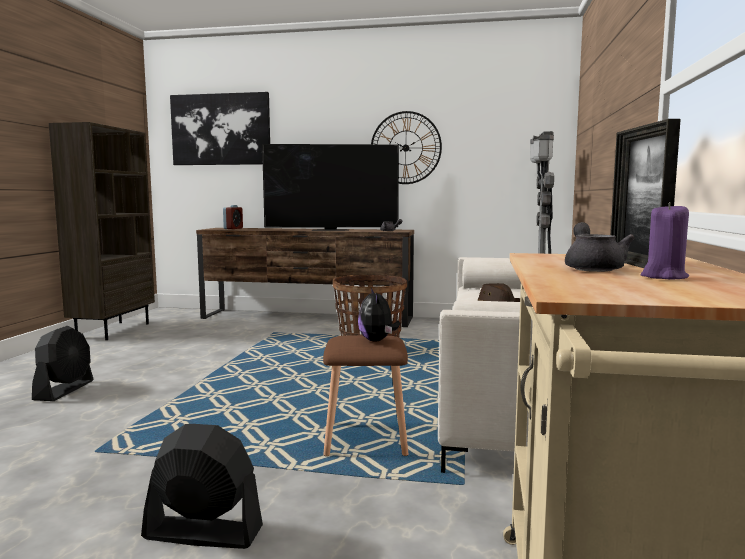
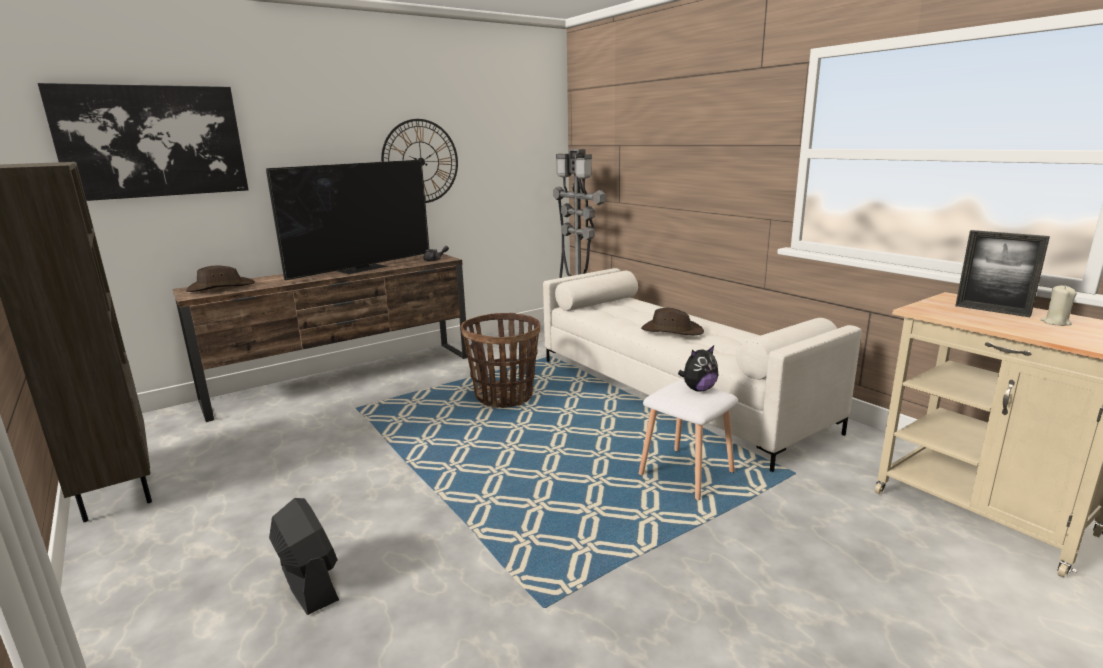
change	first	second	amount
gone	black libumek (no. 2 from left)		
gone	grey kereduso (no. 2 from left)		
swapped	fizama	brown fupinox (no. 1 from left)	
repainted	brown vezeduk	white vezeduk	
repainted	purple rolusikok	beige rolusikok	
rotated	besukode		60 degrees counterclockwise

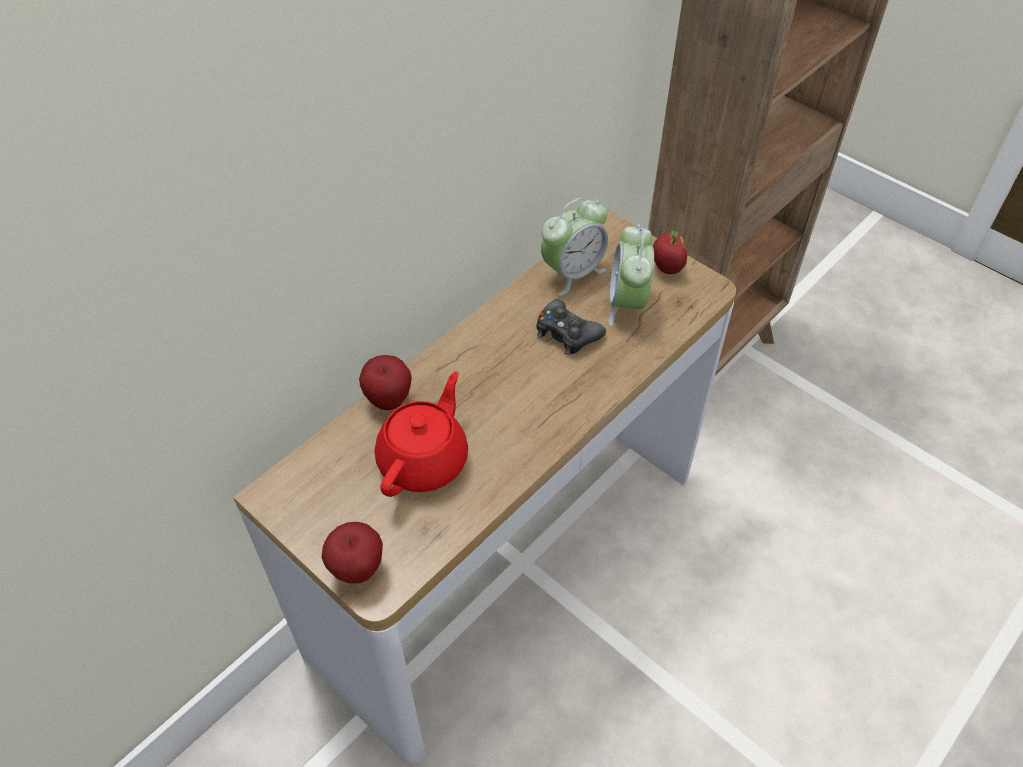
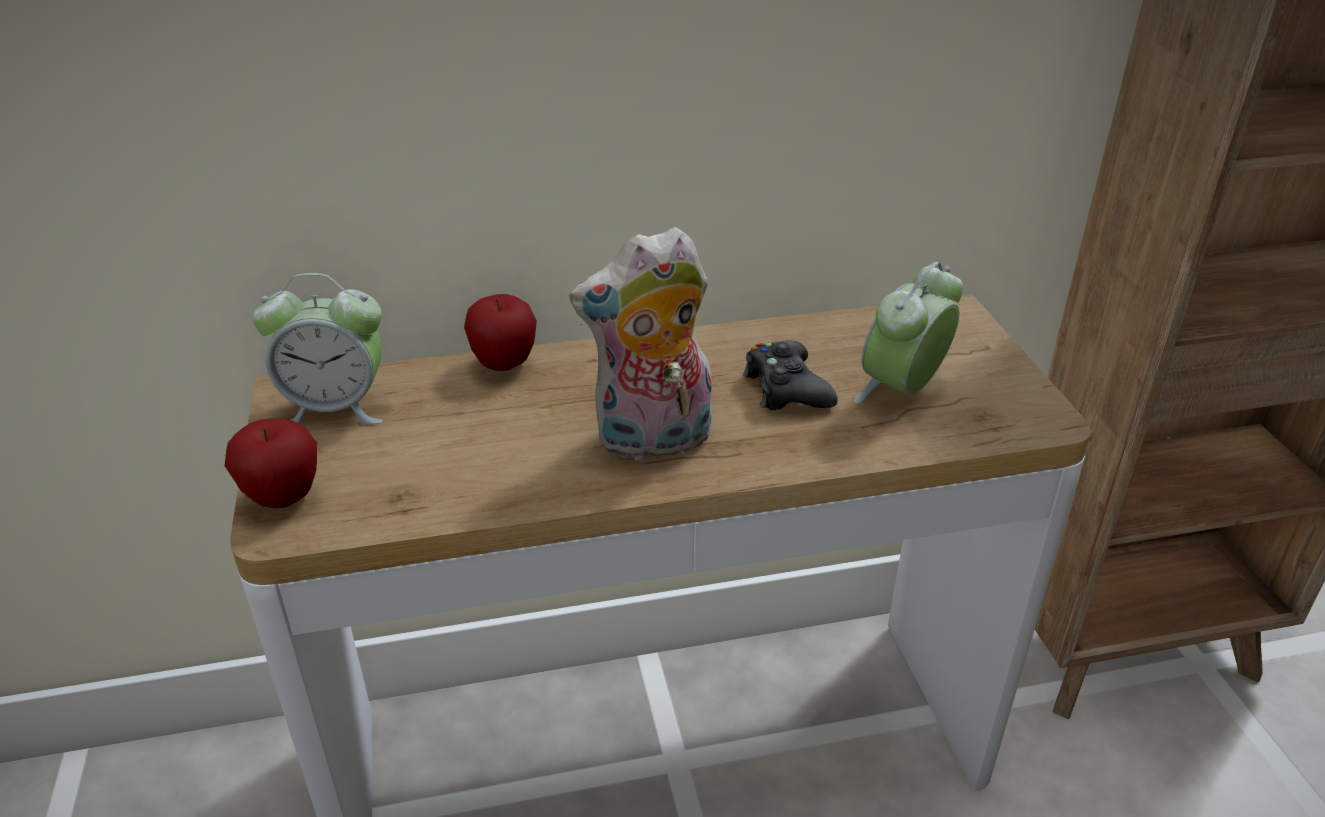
change	first	second	amount
gone	red kereduso		
gone	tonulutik (no. 3 from left)		
new		besukode	
shifted	fizama (no. 1 from left)		

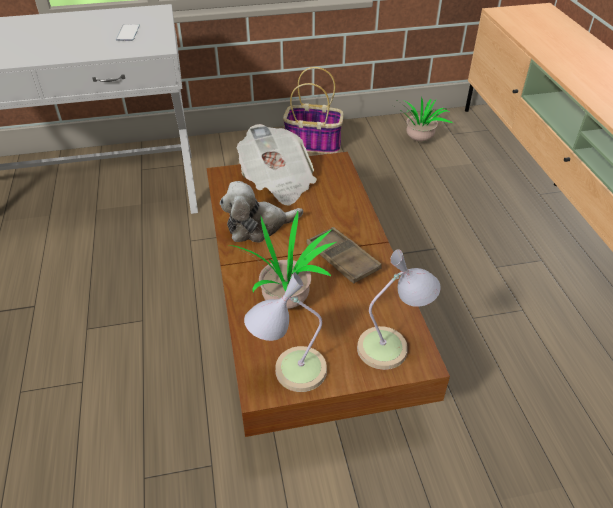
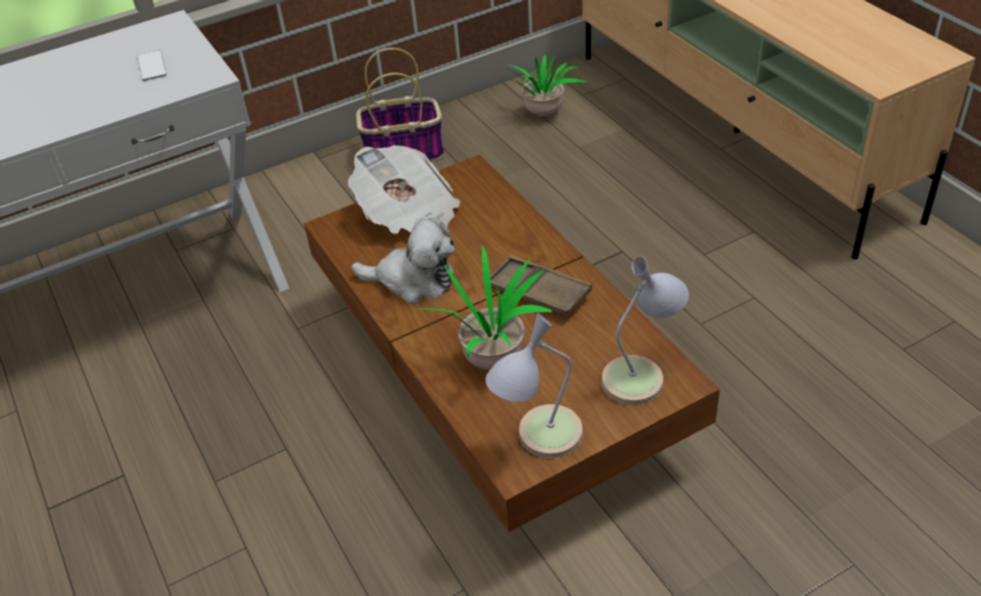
change	first	second	amount
rotated	besukode		135 degrees counterclockwise

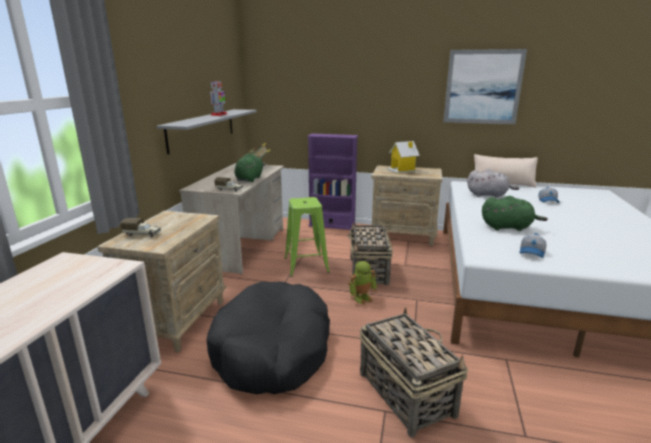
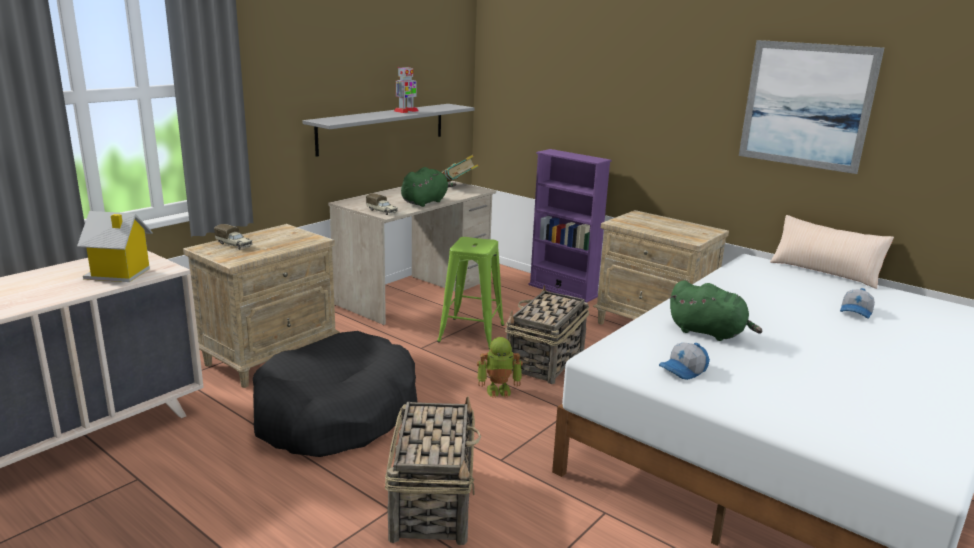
change	first	second	amount
gone	grey besukode		
shifted	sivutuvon		

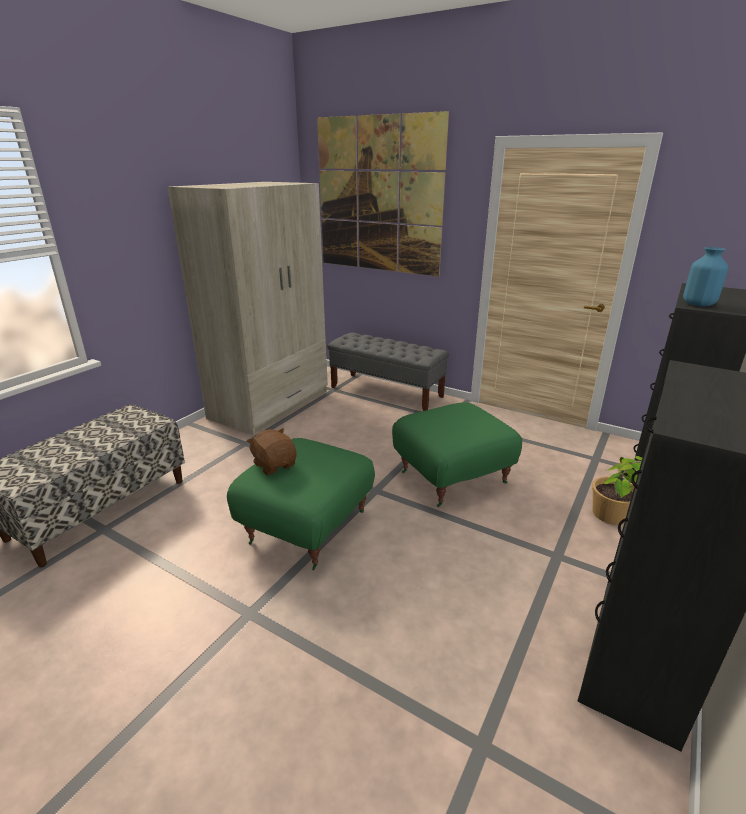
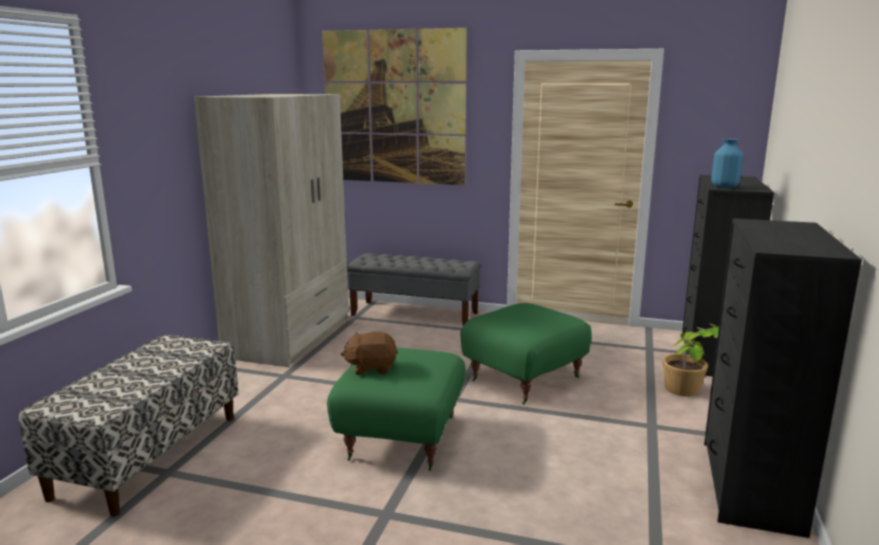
change	first	second	amount
rotated	brown besukode		45 degrees counterclockwise

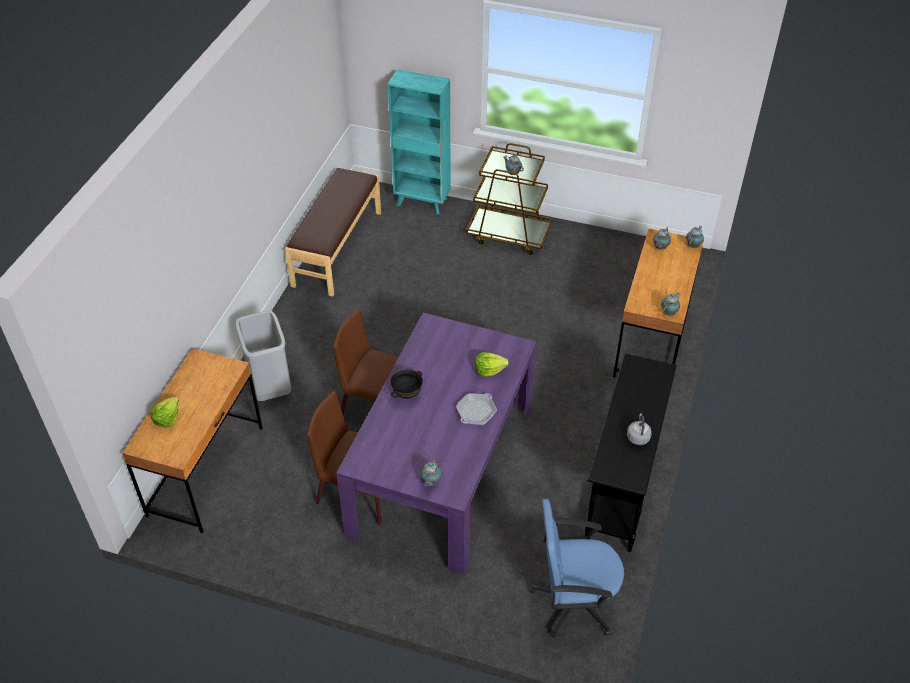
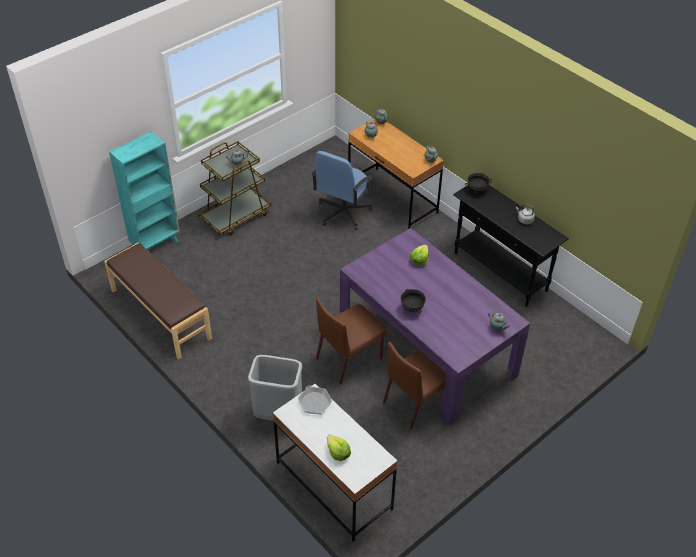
change	first	second	amount
new		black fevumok (no. 2 from left)	
shifted	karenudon		
shifted	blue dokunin		
repainted	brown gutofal (no. 1 from left)	white gutofal	

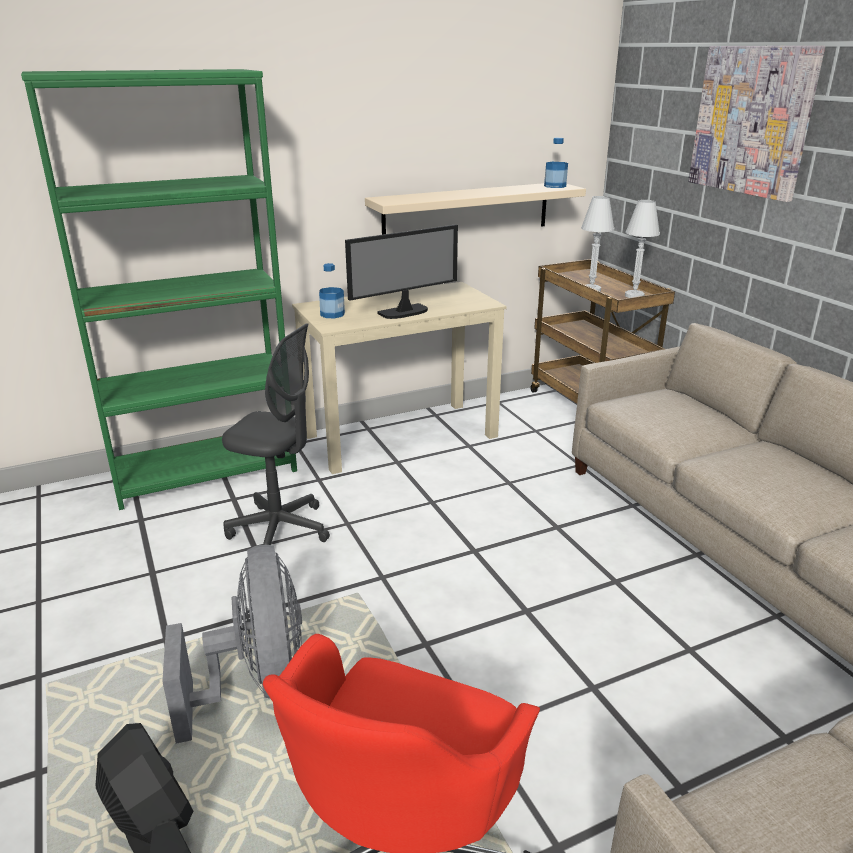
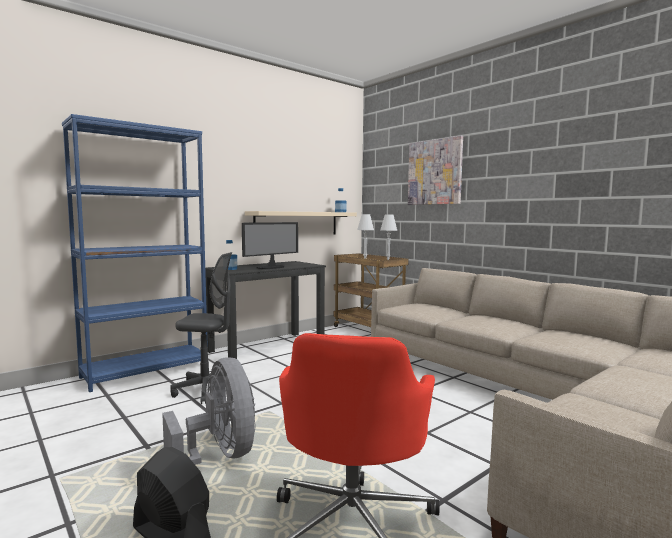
change	first	second	amount
repainted	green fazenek	blue fazenek	
repainted	beige gutofal	black gutofal	

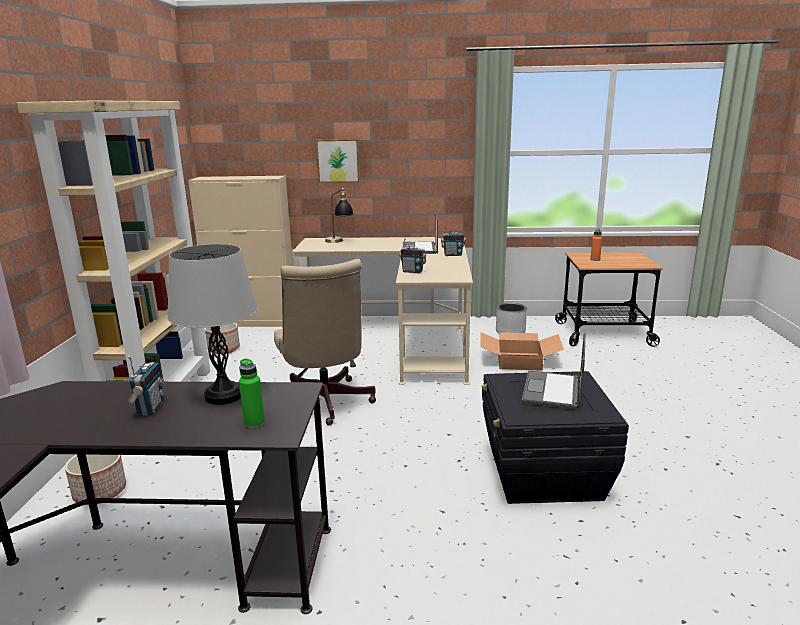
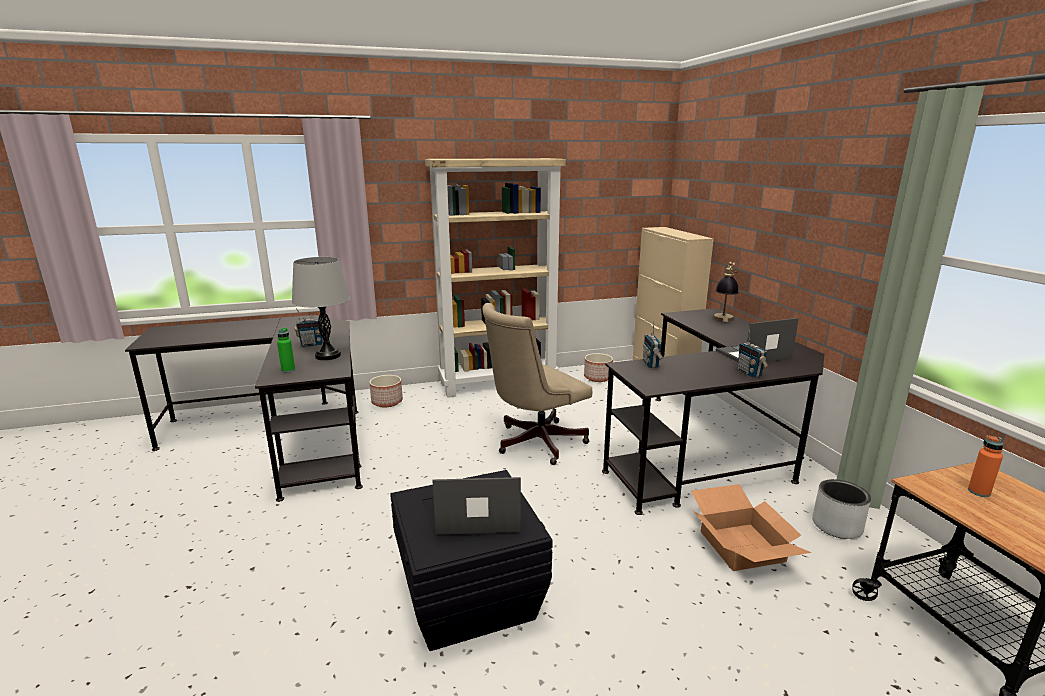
change	first	second	amount
gone	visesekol		
repainted	beige gutofal	black gutofal (no. 2 from left)	

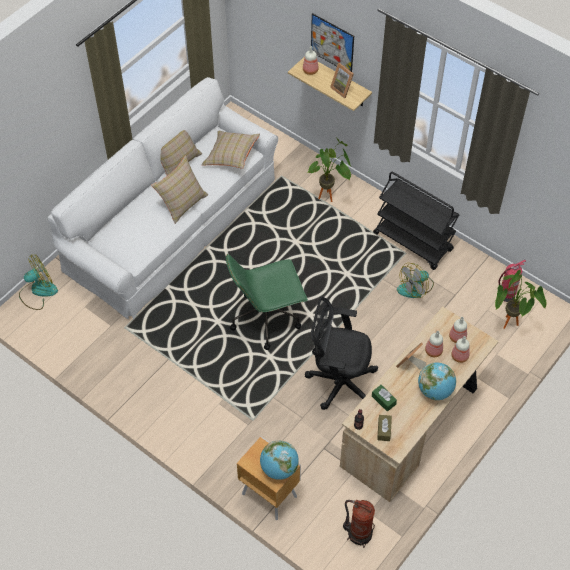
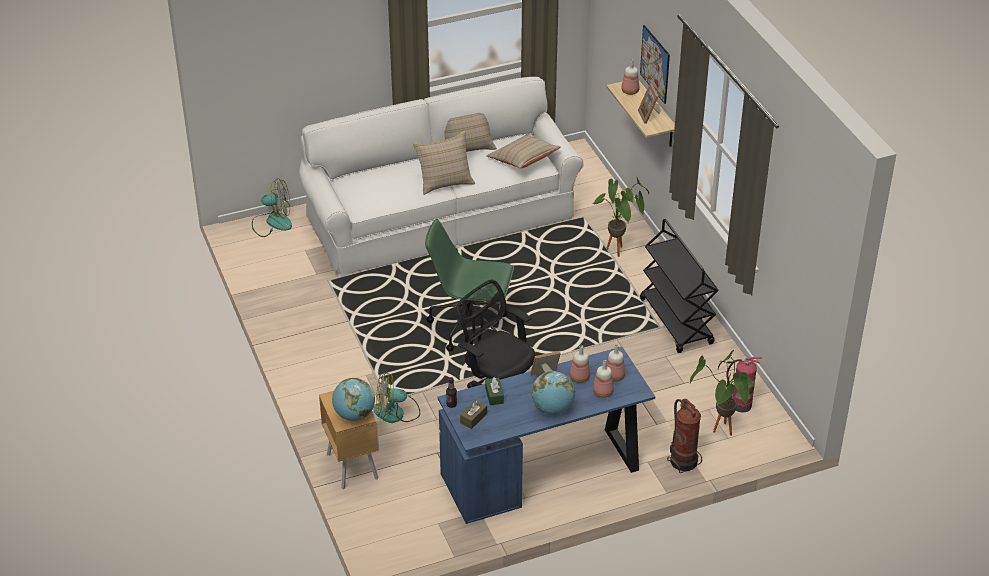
change	first	second	amount
shifted	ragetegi (no. 1 from left)		
shifted	libumek (no. 2 from left)		
repainted	beige gutofal	blue gutofal	

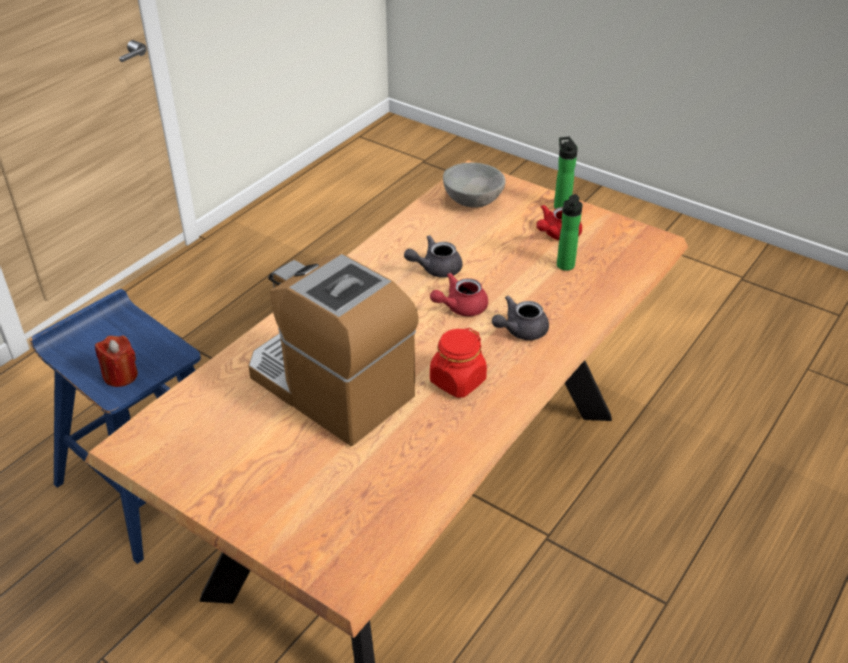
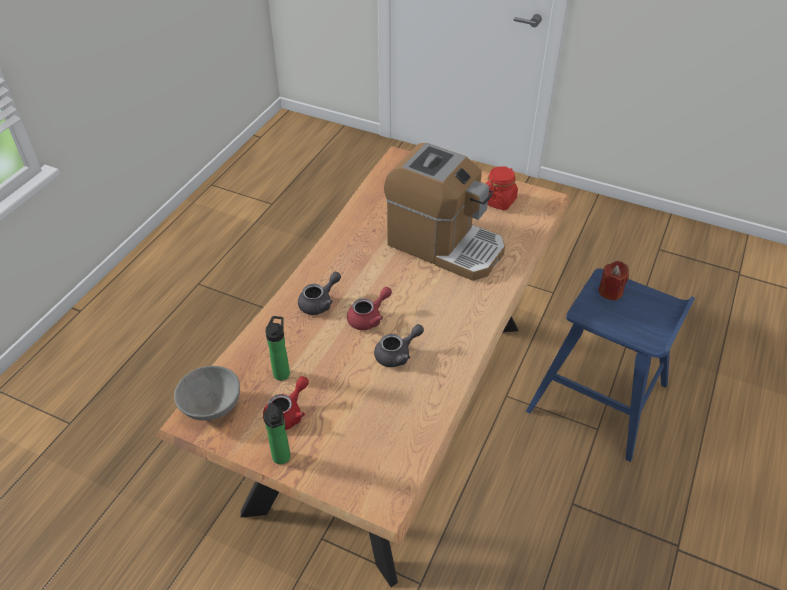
change	first	second	amount
shifted	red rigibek		
shifted	grey fevumok		

